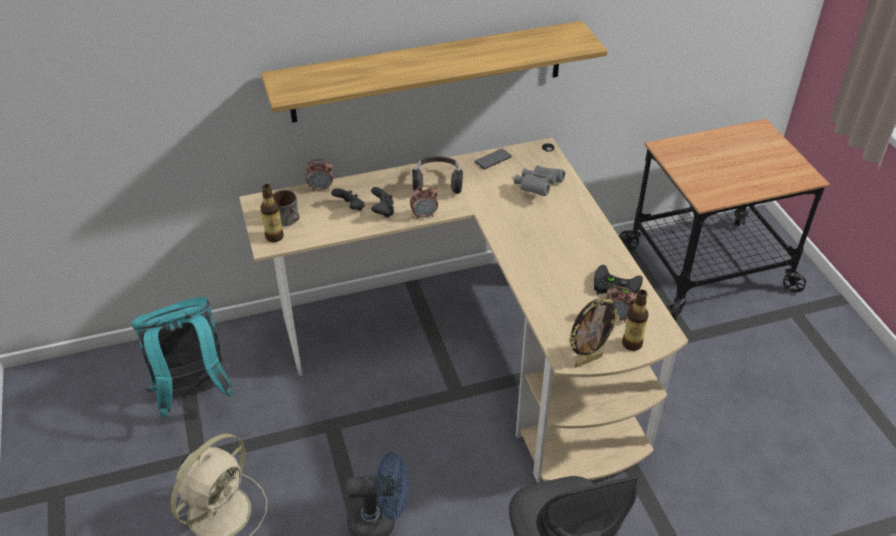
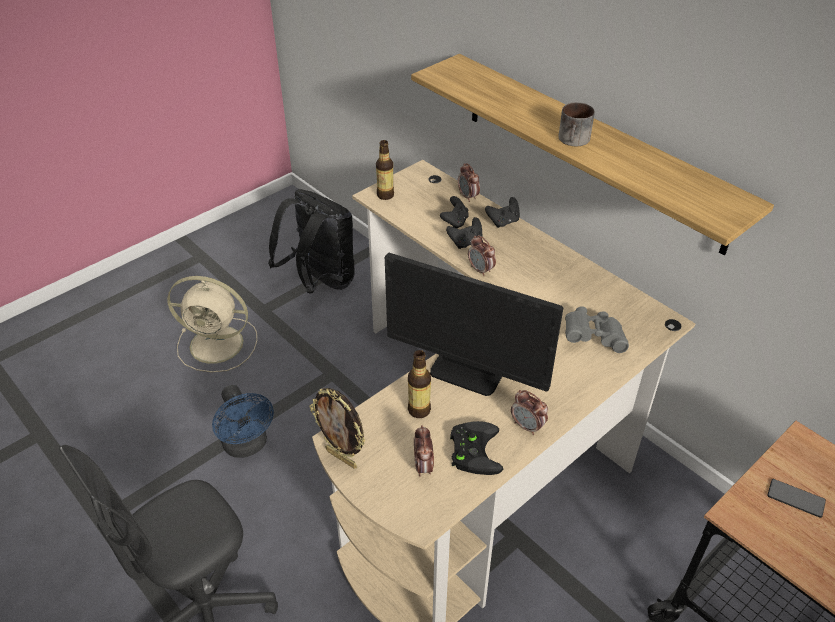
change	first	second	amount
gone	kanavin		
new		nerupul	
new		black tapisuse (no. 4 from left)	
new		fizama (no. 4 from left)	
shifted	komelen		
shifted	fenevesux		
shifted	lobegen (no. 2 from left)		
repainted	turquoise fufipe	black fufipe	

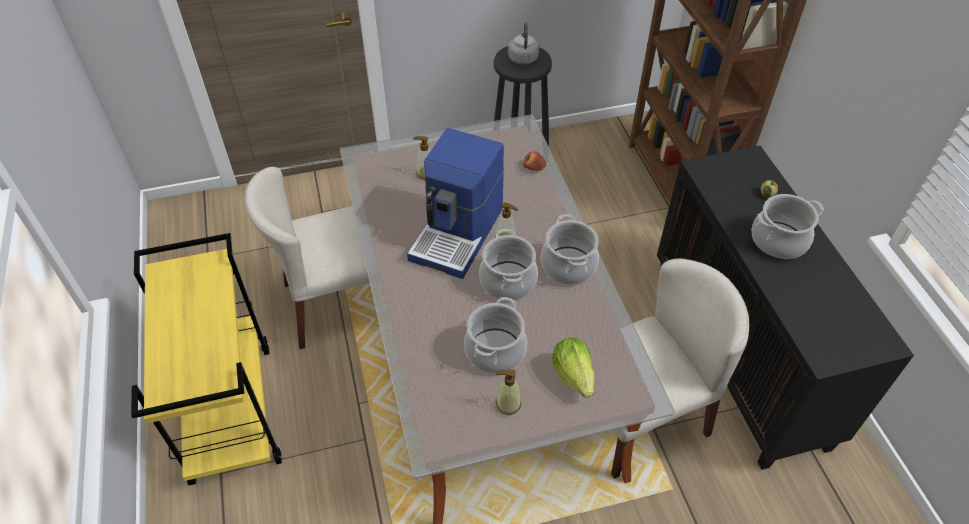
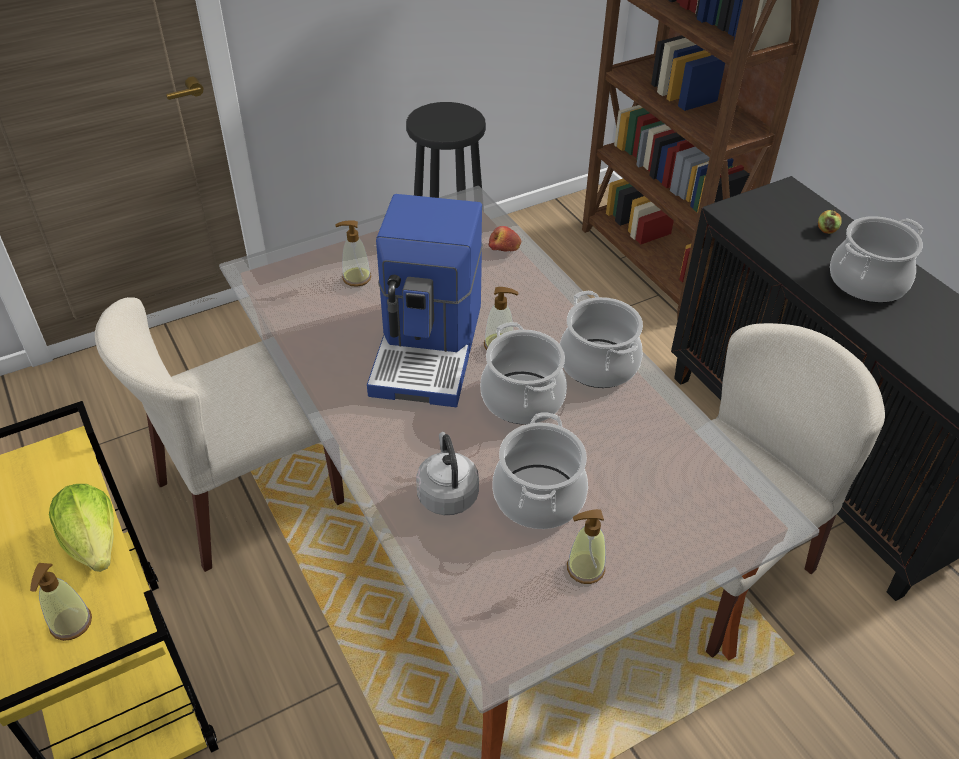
change	first	second	amount
new		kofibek (no. 1 from left)	
shifted	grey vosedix		
shifted	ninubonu		

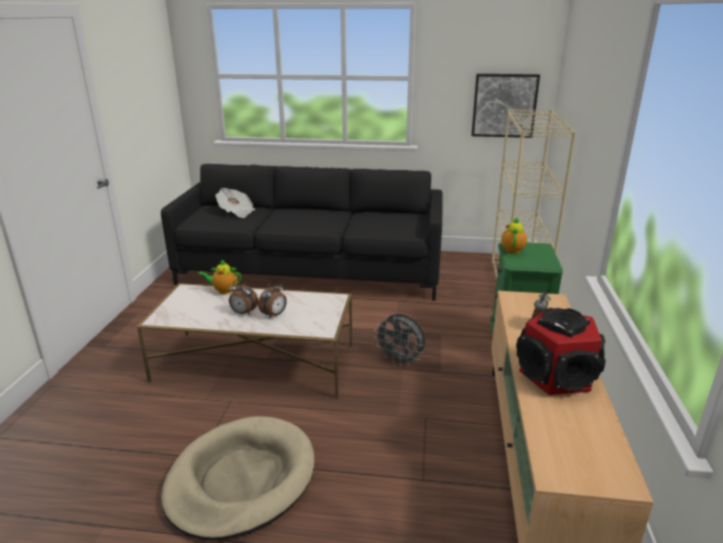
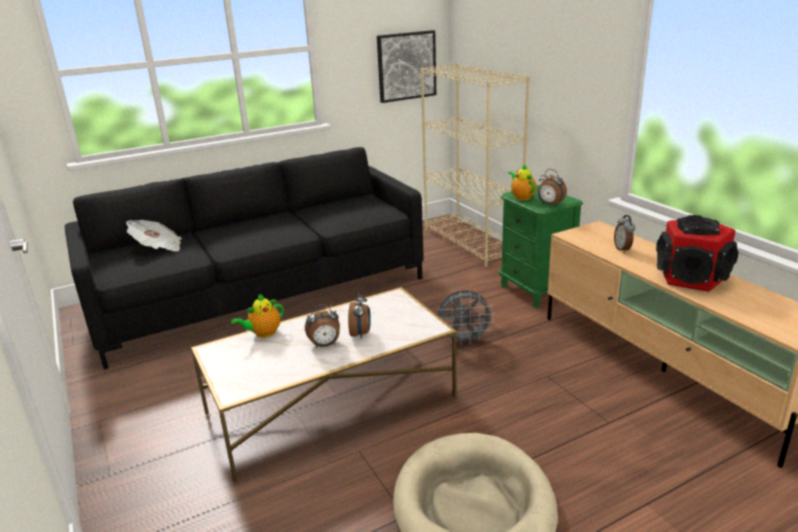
change	first	second	amount
new		fizama (no. 3 from left)	

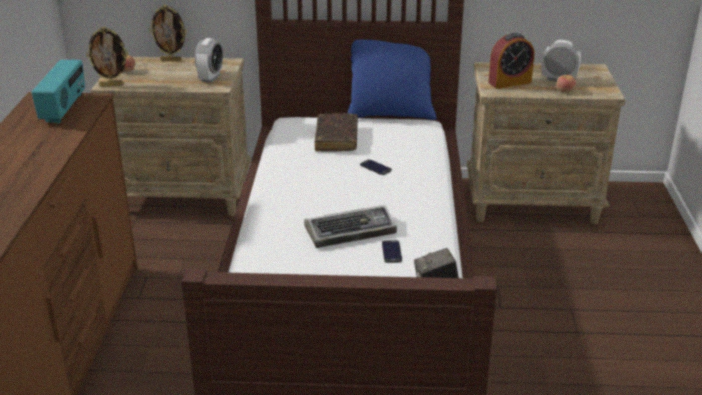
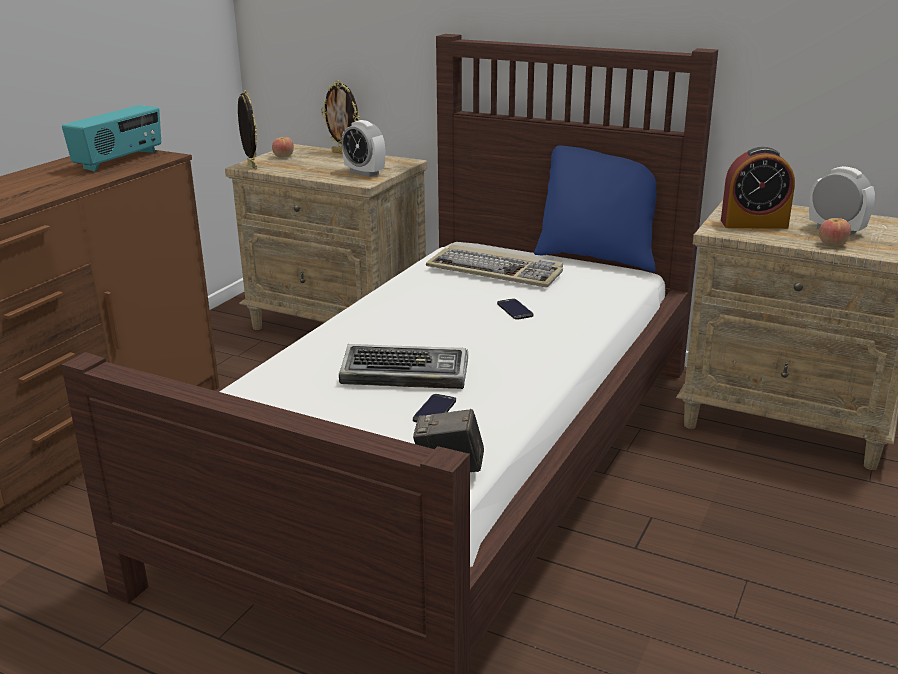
change	first	second	amount
swapped	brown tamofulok	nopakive (no. 2 from left)	
rotated	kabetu (no. 1 from left)		135 degrees counterclockwise
rotated	fizama (no. 1 from left)		90 degrees clockwise

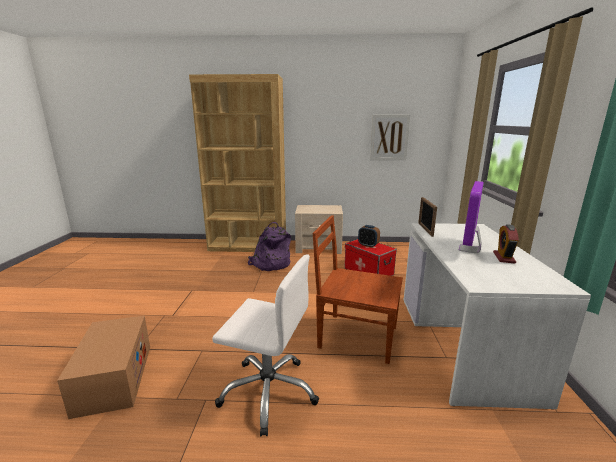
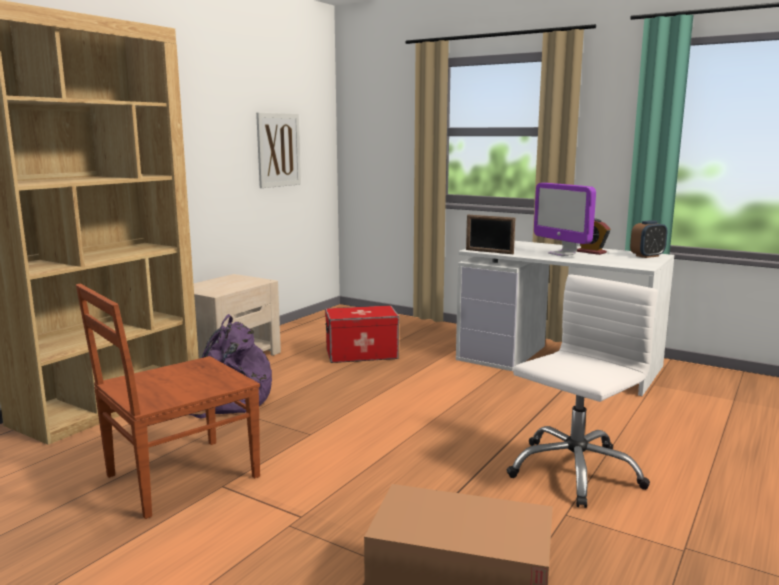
change	first	second	amount
shifted	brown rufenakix		
shifted	fizama (no. 1 from left in the first image)	fizama (no. 2 from left)	

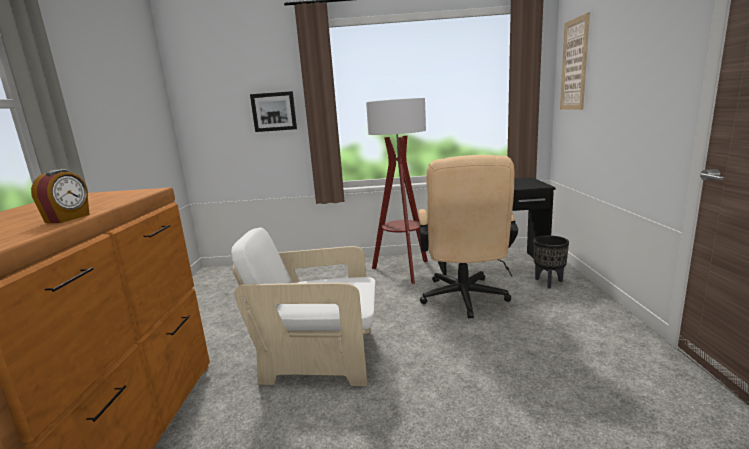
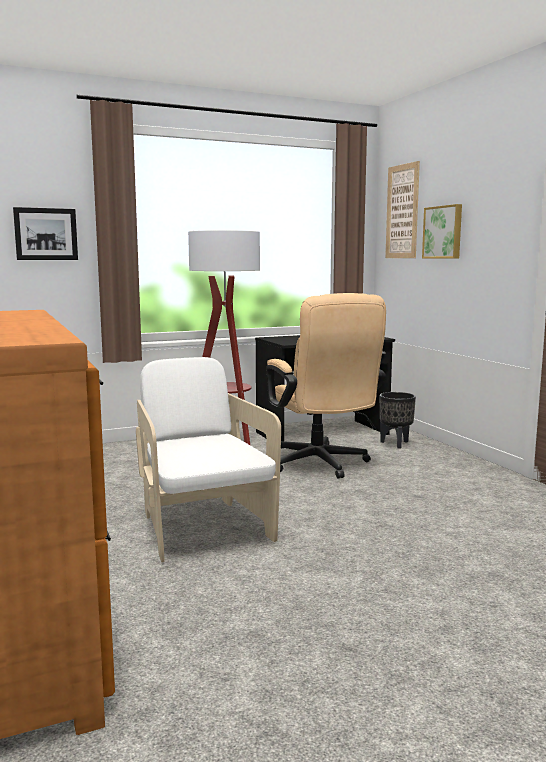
change	first	second	amount
gone	fizama		
new		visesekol (no. 3 from left)	
rotated	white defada		90 degrees clockwise

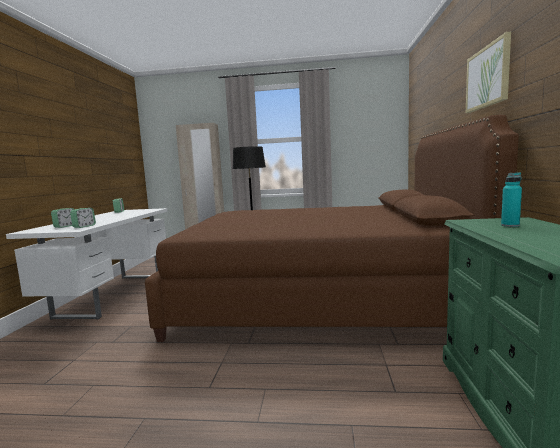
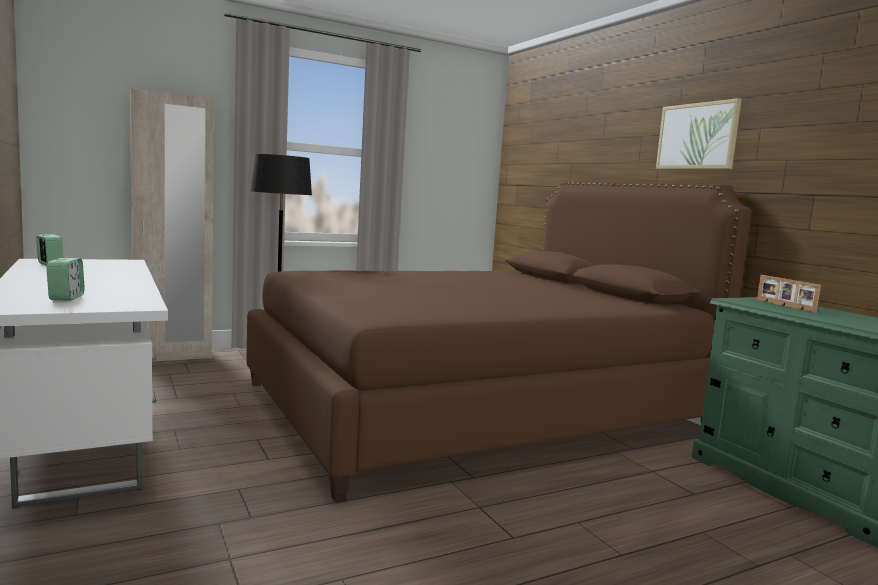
change	first	second	amount
gone	fizama (no. 2 from left)		
swapped	turquoise lobegen	kabetu	

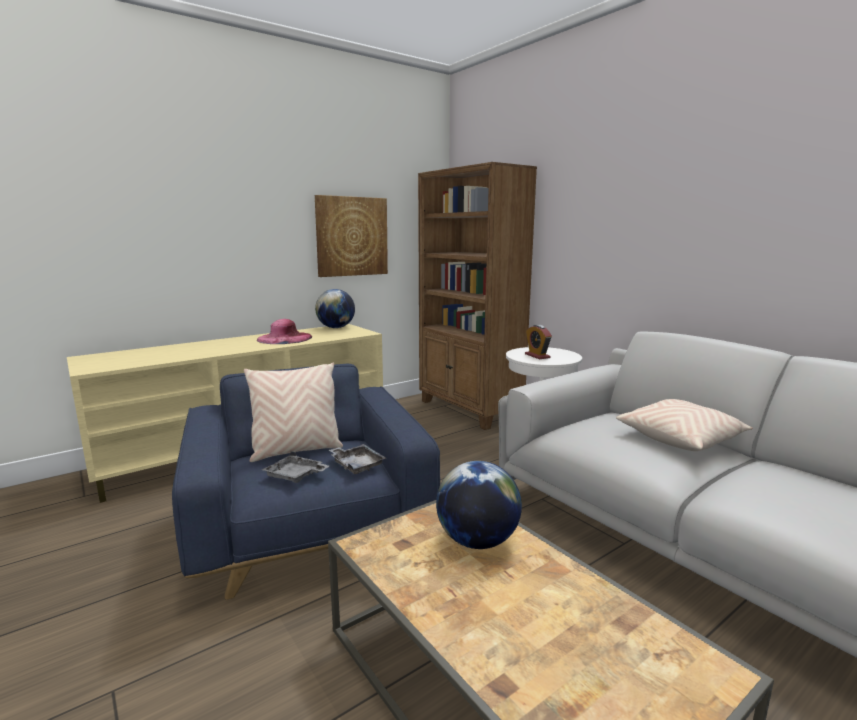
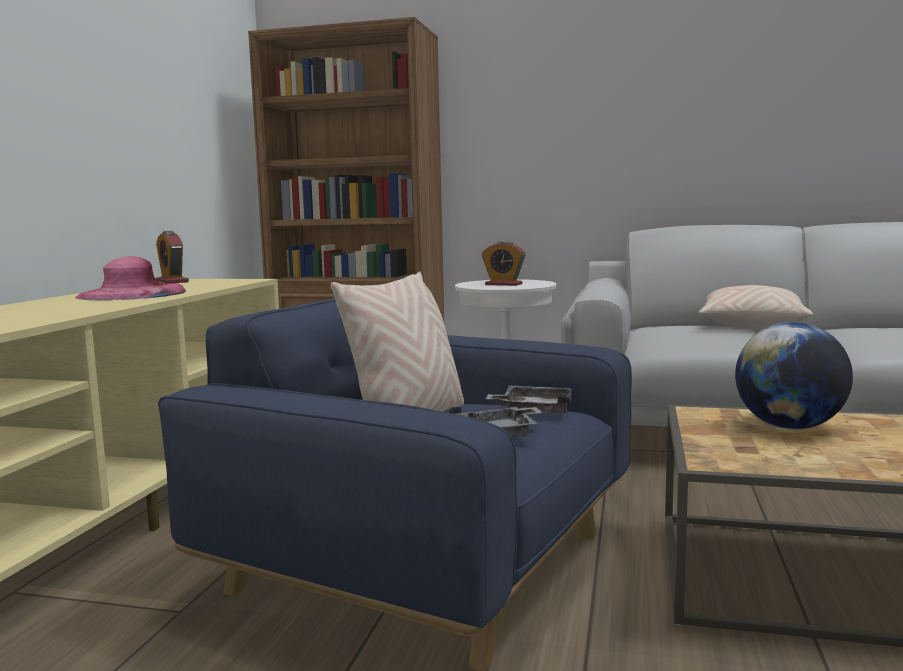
change	first	second	amount
gone	visesekol		
swapped	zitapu (no. 1 from left)	fizama (no. 1 from left)	

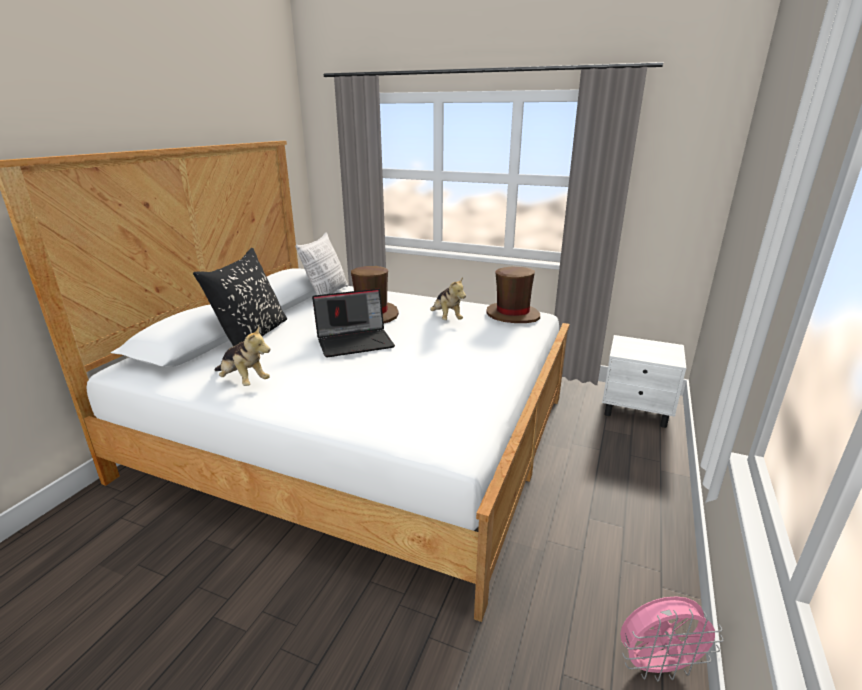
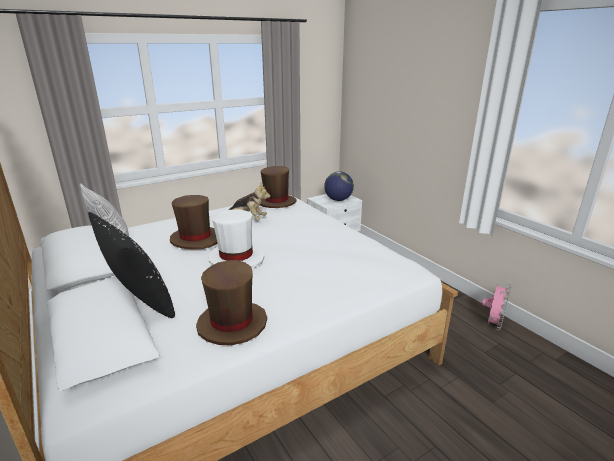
change	first	second	amount
new		zitapu	
swapped	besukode (no. 1 from left)	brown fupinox (no. 2 from left)	
swapped	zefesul	white fupinox	

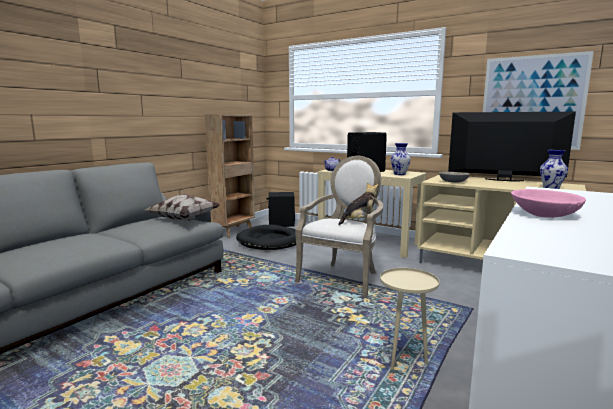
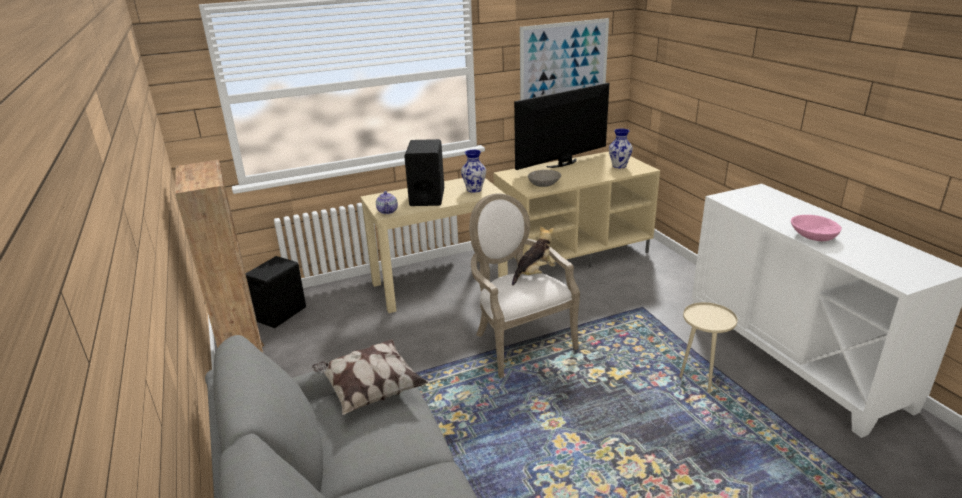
change	first	second	amount
gone	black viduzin		
rotated	besukode		45 degrees clockwise

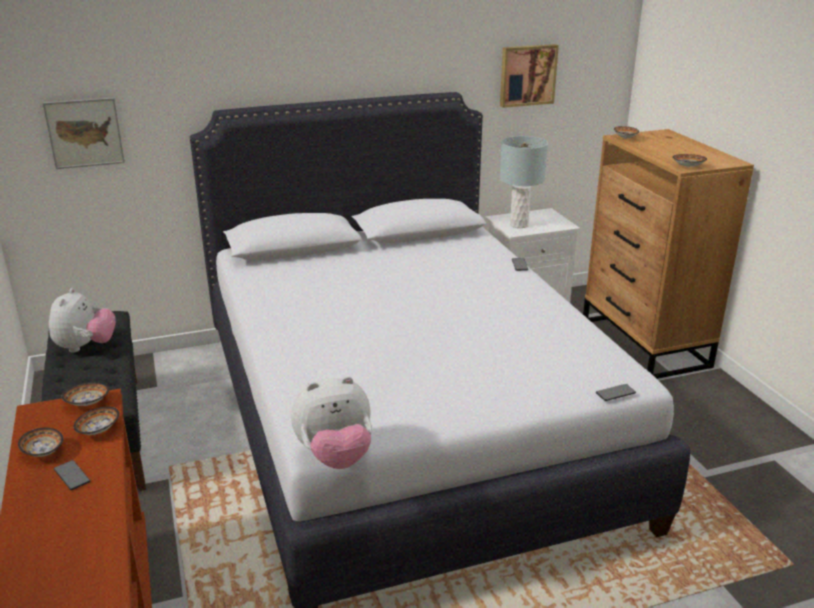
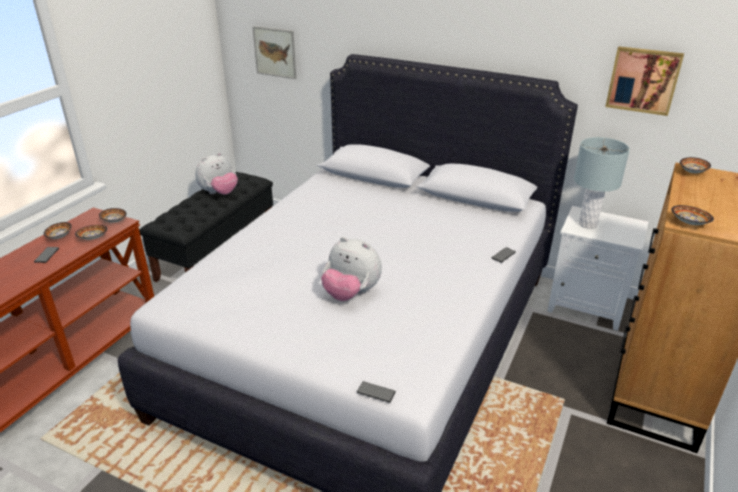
change	first	second	amount
shifted	besukode (no. 2 from left)		

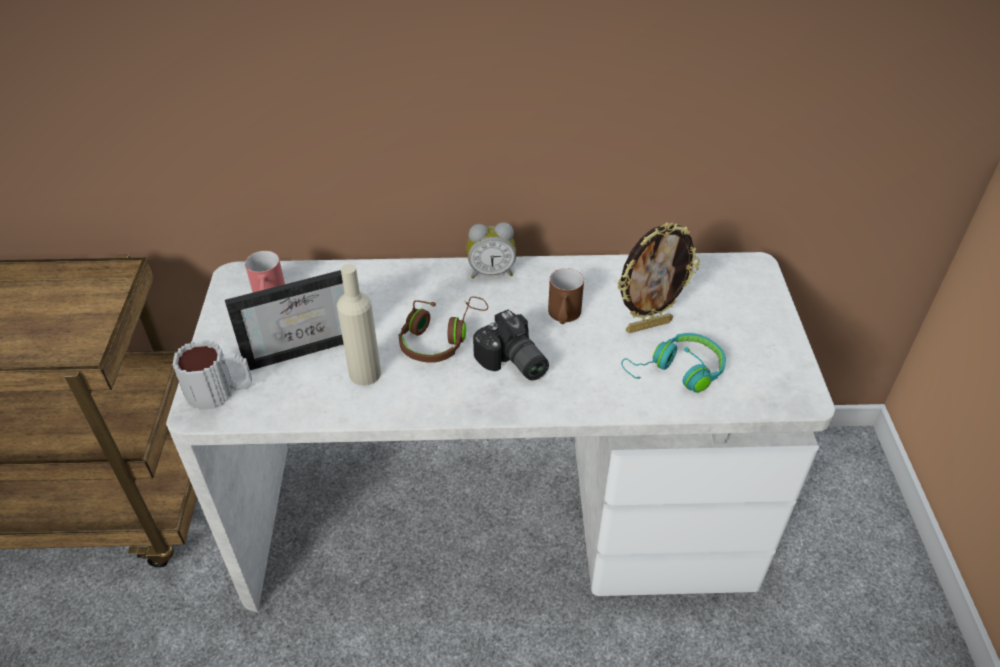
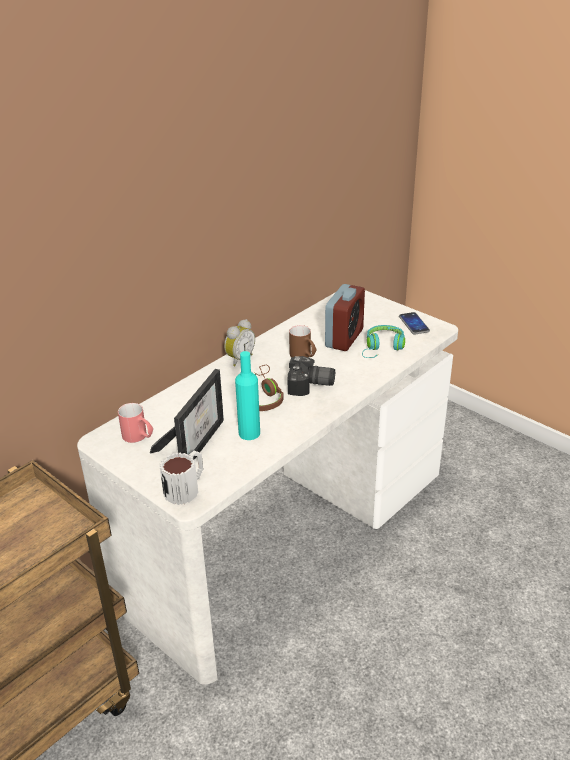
change	first	second	amount
new		fenevesux	
swapped	kabetu (no. 2 from left)	fizama (no. 2 from left)	
repainted	beige lobegen	turquoise lobegen	

